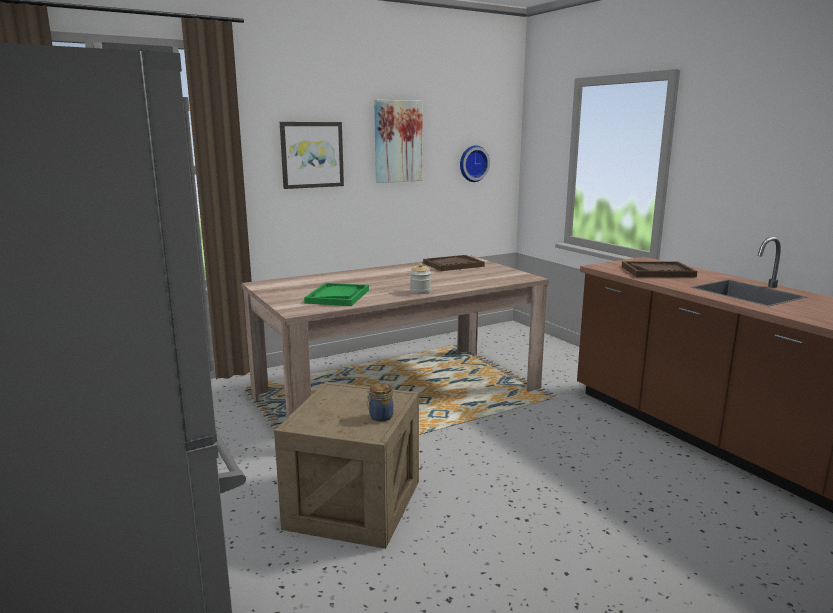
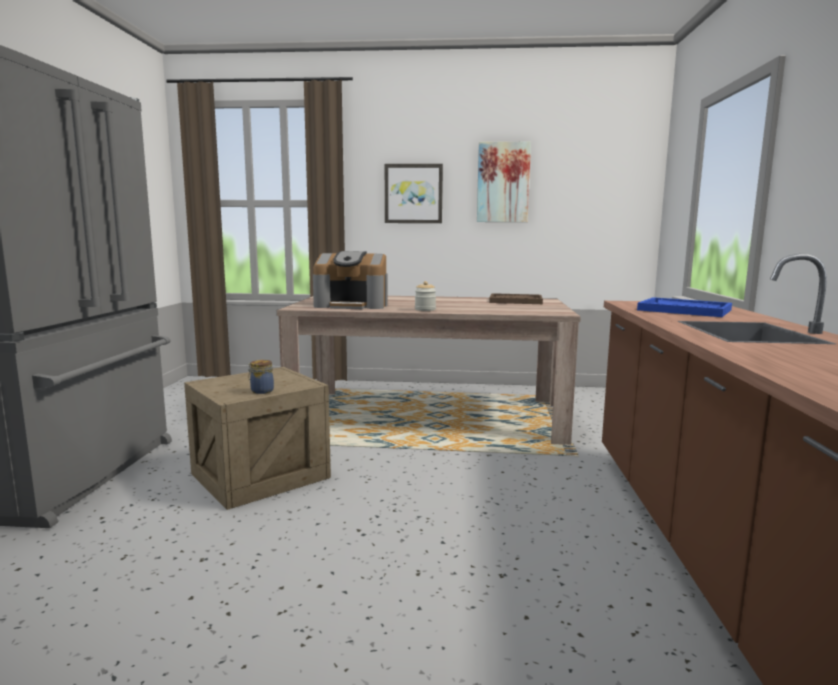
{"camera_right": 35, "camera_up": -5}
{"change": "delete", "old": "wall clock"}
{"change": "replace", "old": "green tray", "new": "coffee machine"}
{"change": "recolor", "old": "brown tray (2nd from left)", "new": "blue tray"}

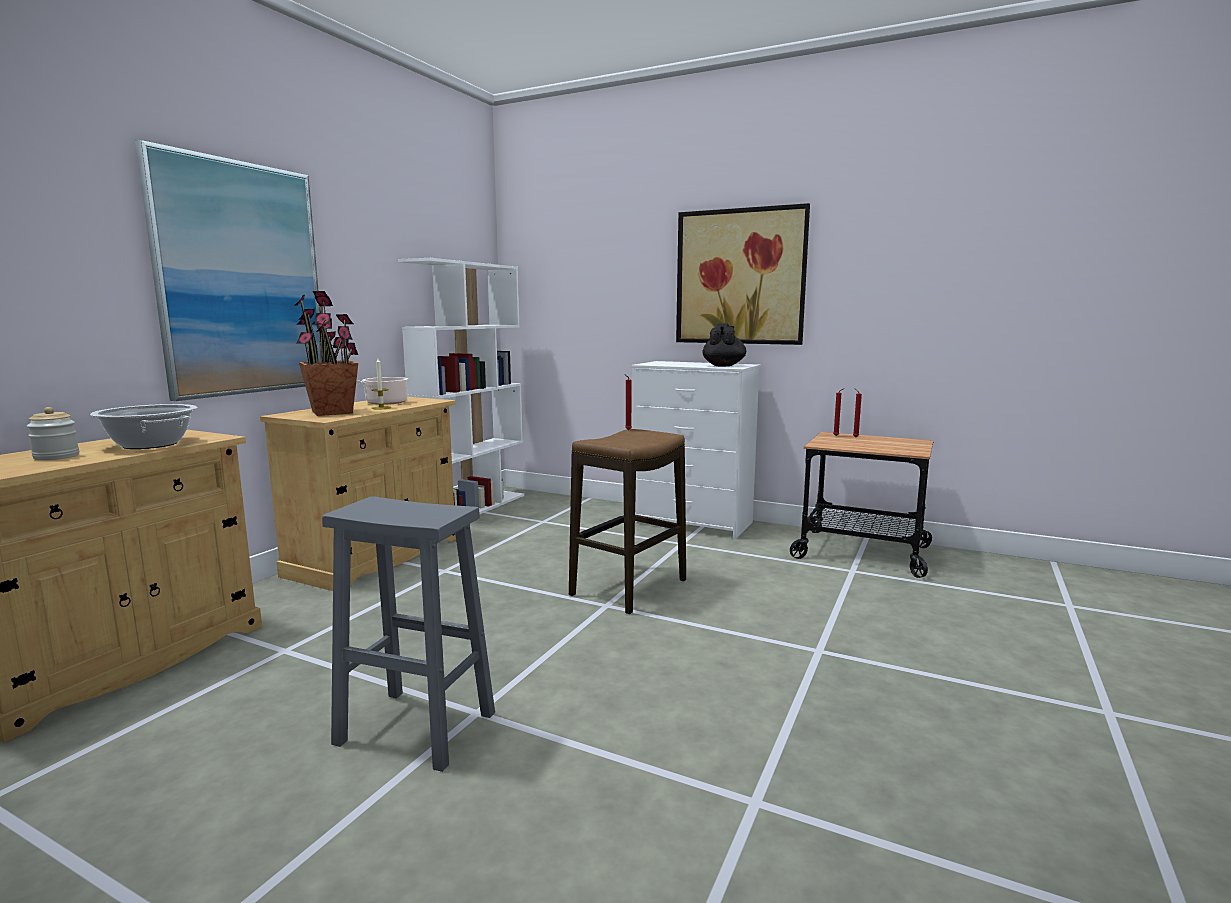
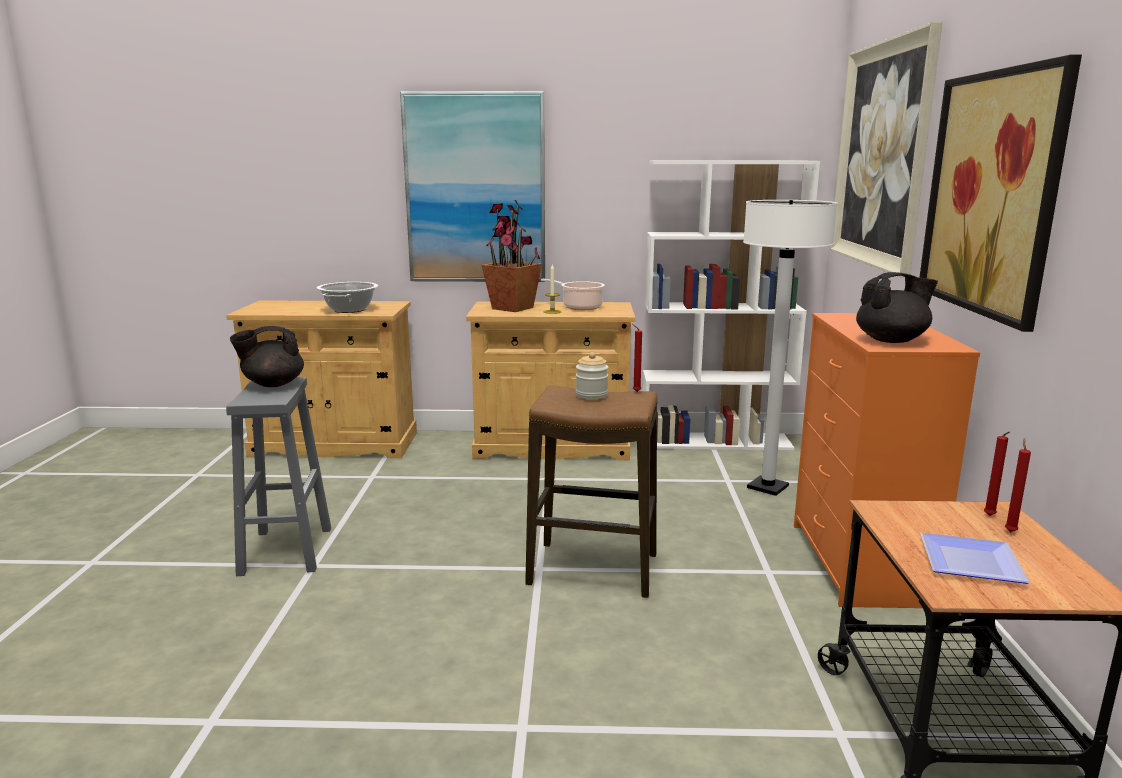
{"camera_right": 65, "camera_up": 5}
{"change": "insert", "new": "black teapot (1st from left)"}
{"change": "insert", "new": "white floor lamp"}
{"change": "insert", "new": "picture (2nd from left)"}
{"change": "insert", "new": "plate"}
{"change": "move", "old": "jar"}
{"change": "recolor", "old": "white dresser", "new": "orange dresser"}

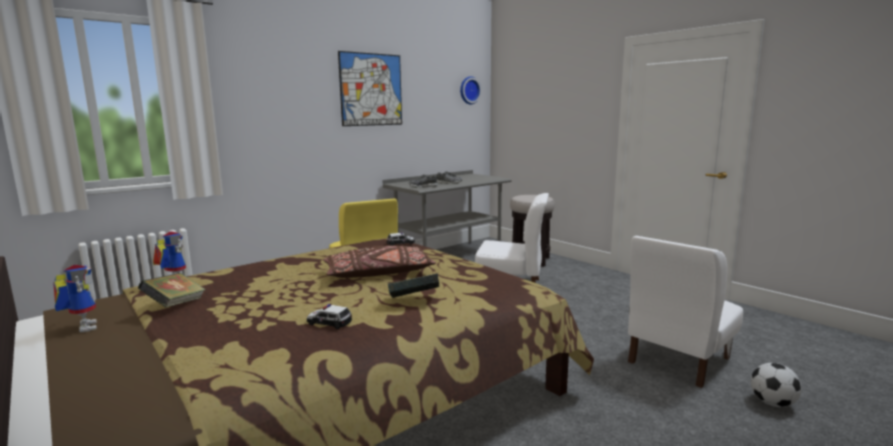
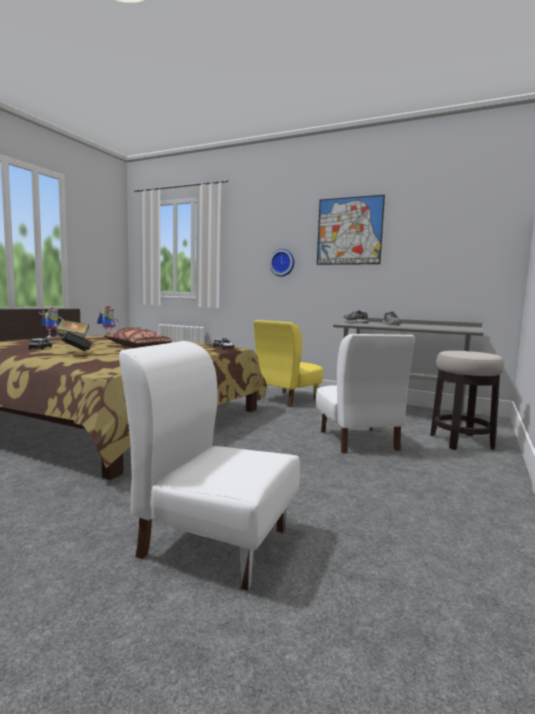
{"camera_right": 65, "camera_up": -5}
{"change": "delete", "old": "football"}
{"change": "move", "old": "wall clock"}

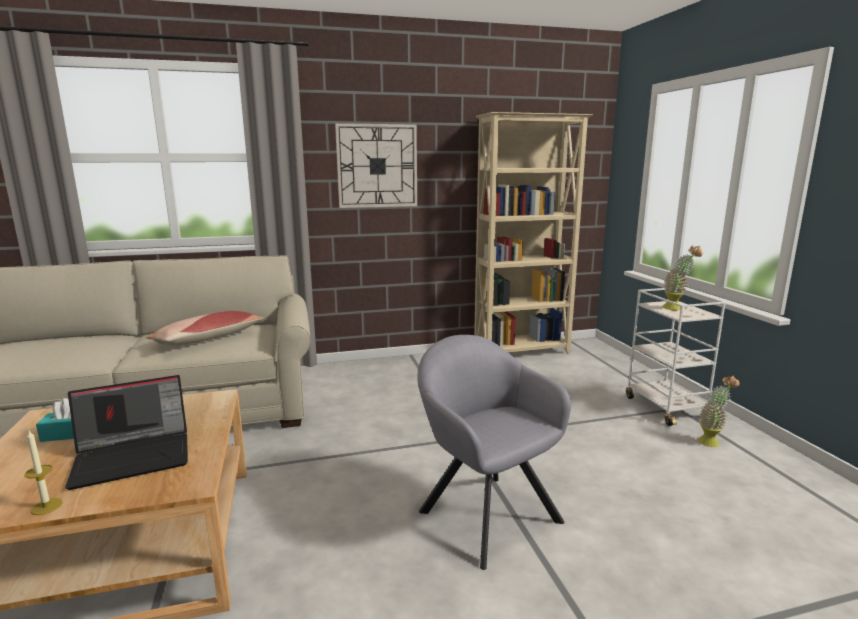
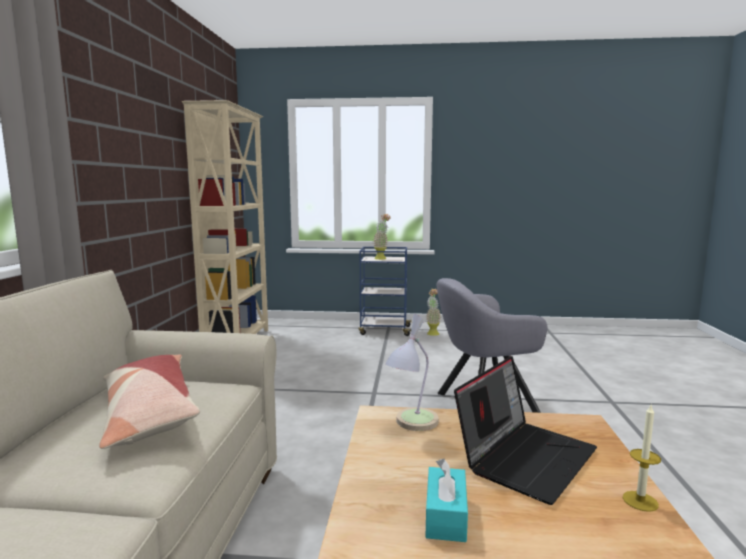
{"camera_right": -70, "camera_up": -5}
{"change": "delete", "old": "wall clock"}
{"change": "insert", "new": "table lamp"}
{"change": "recolor", "old": "white cart", "new": "blue cart"}
{"change": "rotate", "old": "laptop", "degrees": 45}

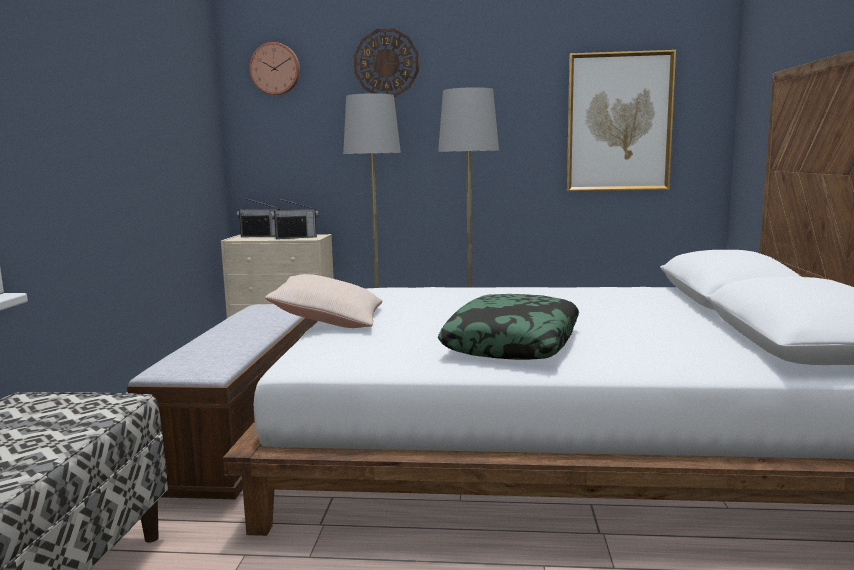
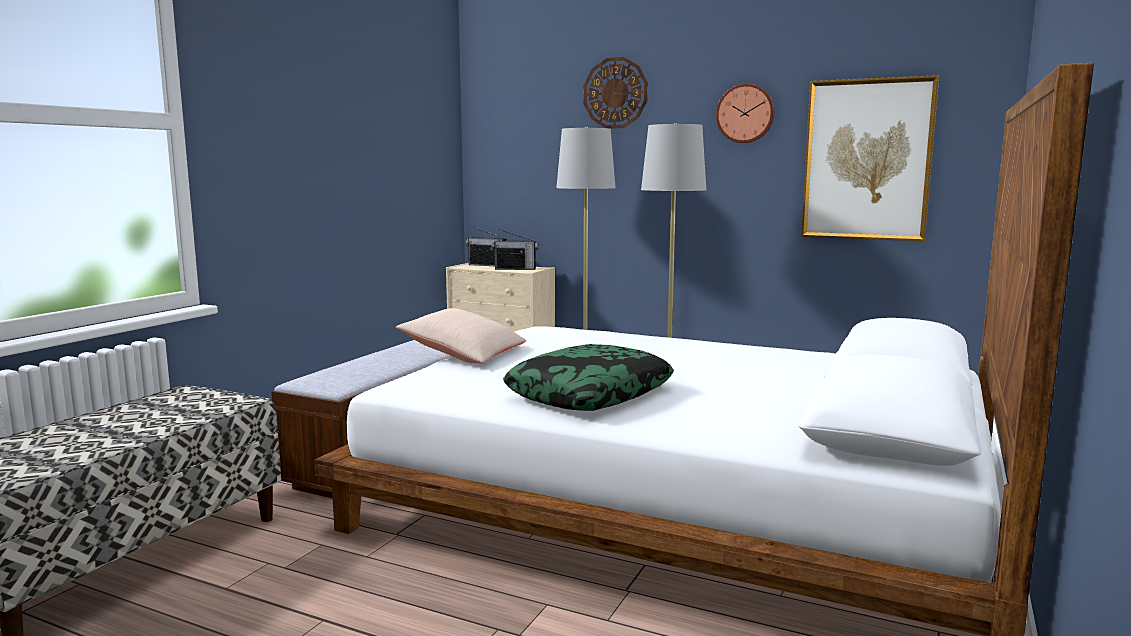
{"camera_right": 20, "camera_up": 0}
{"change": "move", "old": "wall clock (1st from left in the first image)", "new": "wall clock (2nd from left)"}

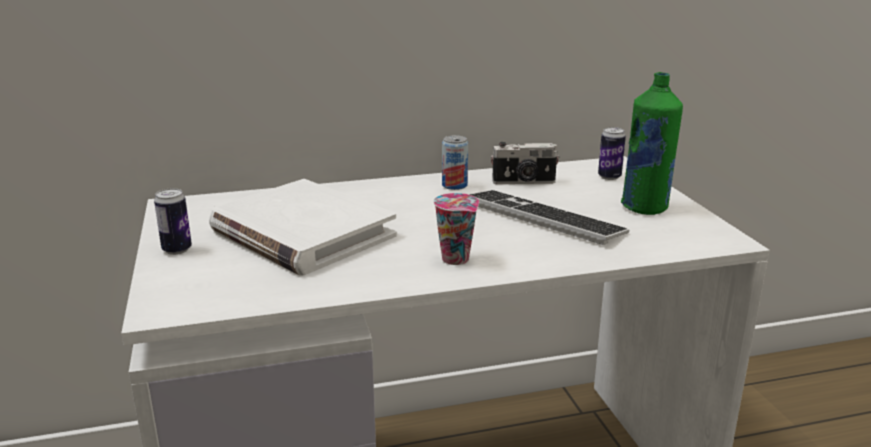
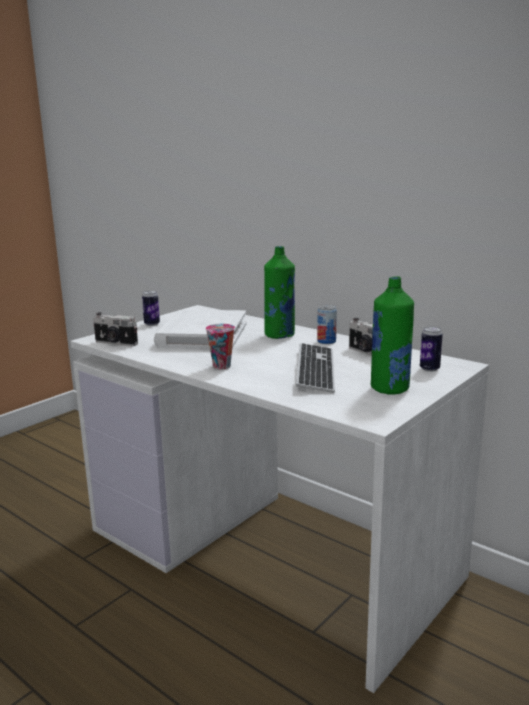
{"camera_right": 55, "camera_up": -5}
{"change": "insert", "new": "photo camera (1st from left)"}
{"change": "insert", "new": "green bottle (1st from left)"}

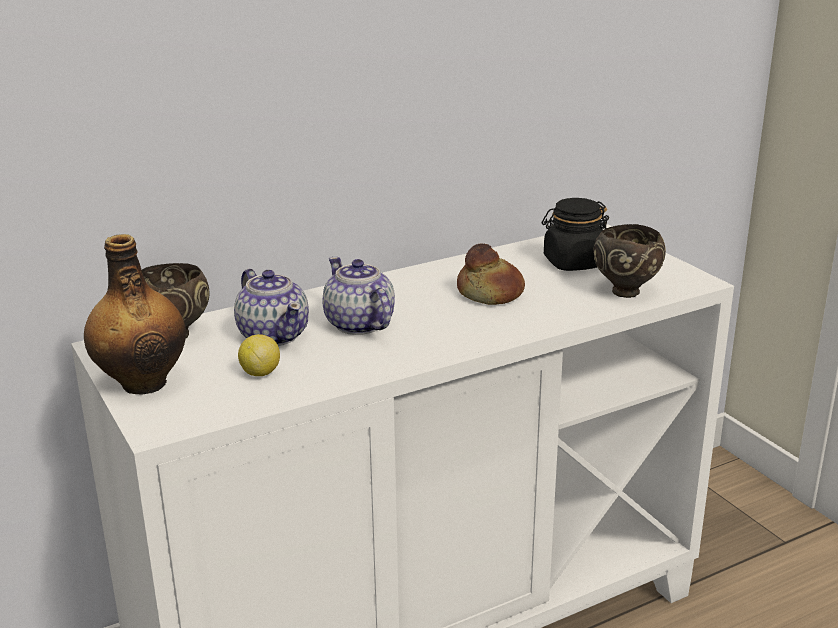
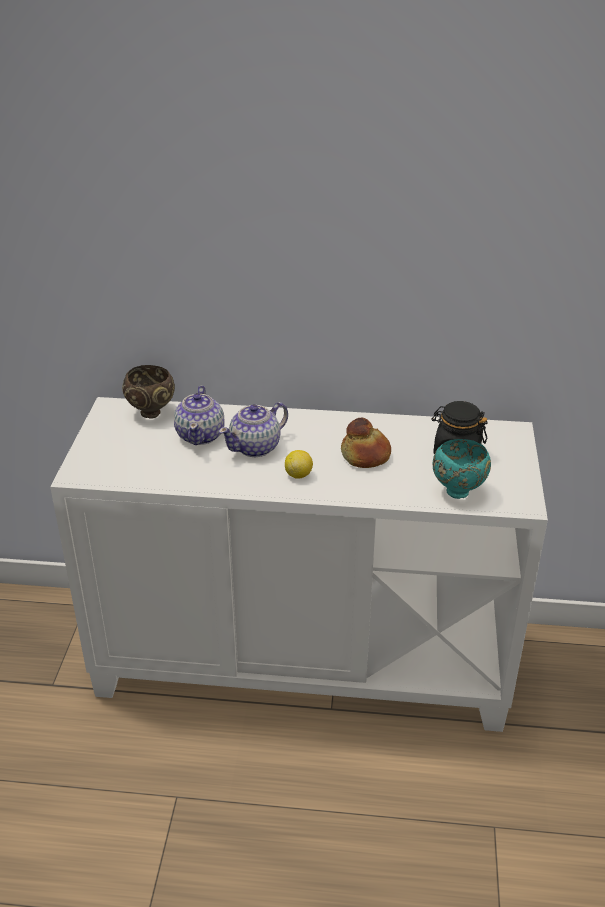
{"camera_right": 35, "camera_up": 10}
{"change": "delete", "old": "bottle"}
{"change": "move", "old": "lemon"}
{"change": "recolor", "old": "brown bowl (2nd from left)", "new": "turquoise bowl"}
{"change": "rotate", "old": "teapot (2nd from left)", "degrees": -135}

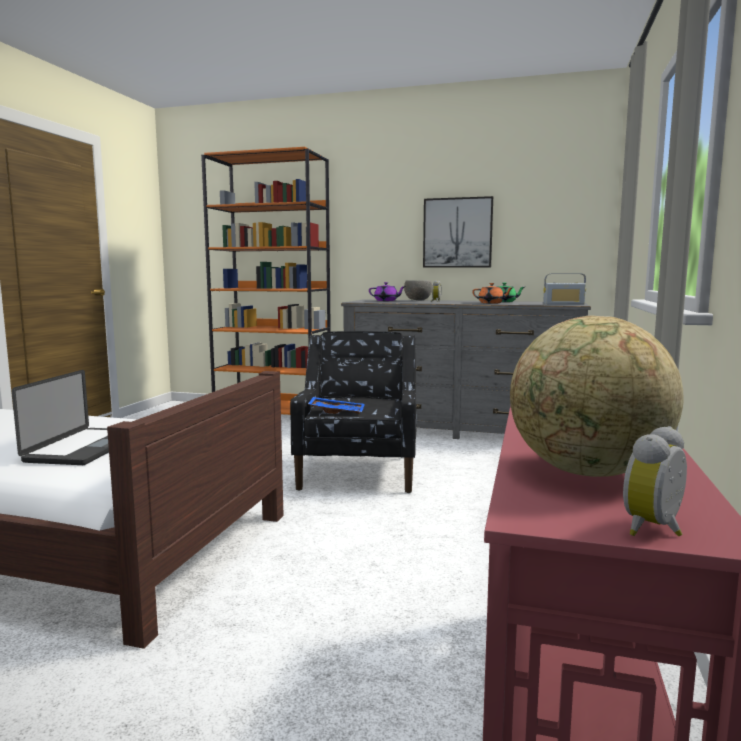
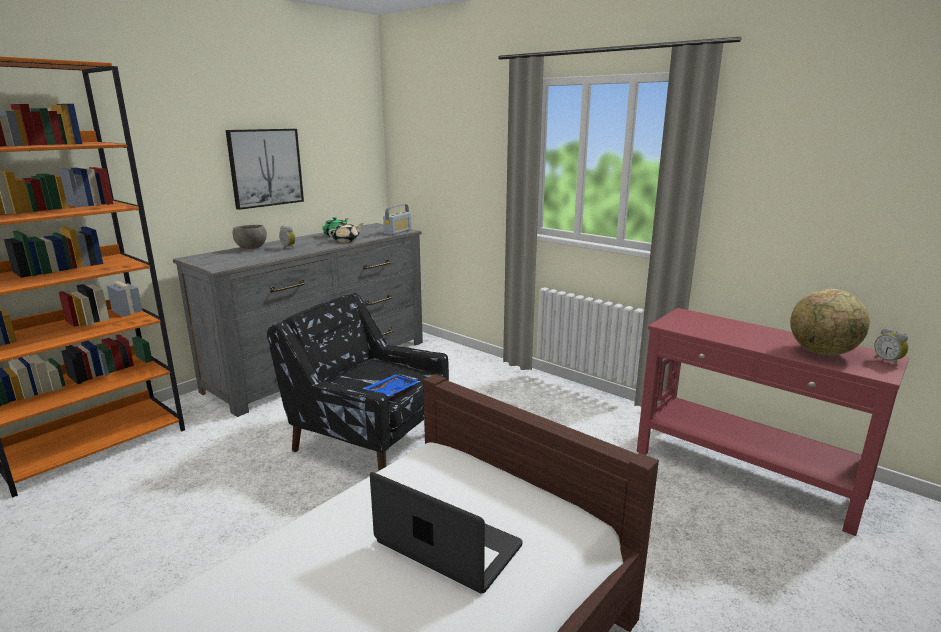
{"camera_right": -65, "camera_up": 10}
{"change": "delete", "old": "purple teapot"}
{"change": "recolor", "old": "orange teapot", "new": "beige teapot"}

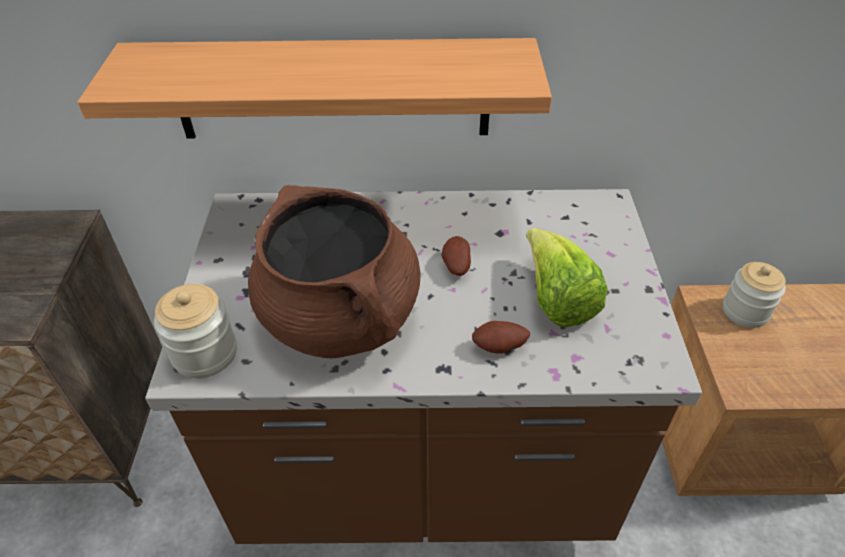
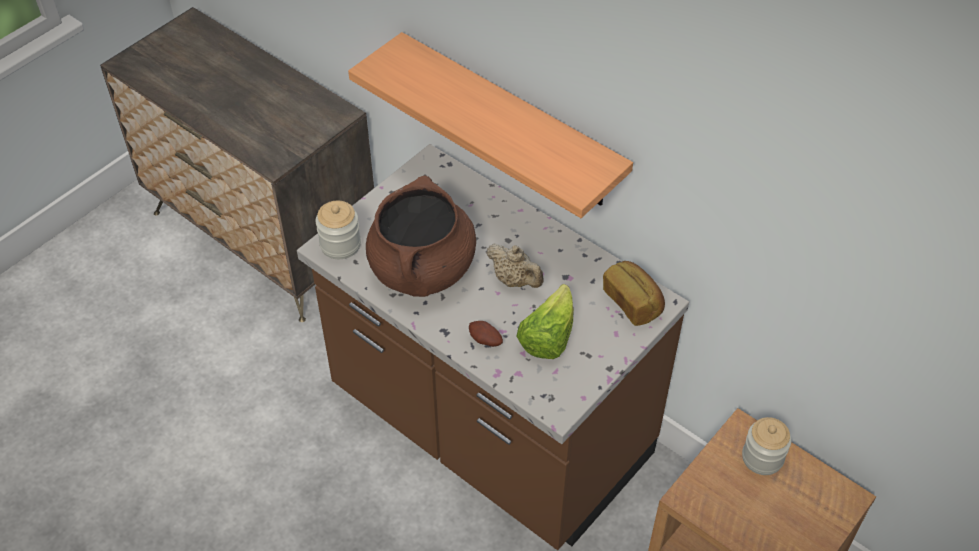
{"camera_right": 40, "camera_up": 5}
{"change": "insert", "new": "bread"}
{"change": "replace", "old": "potato (1st from left)", "new": "beige teapot"}

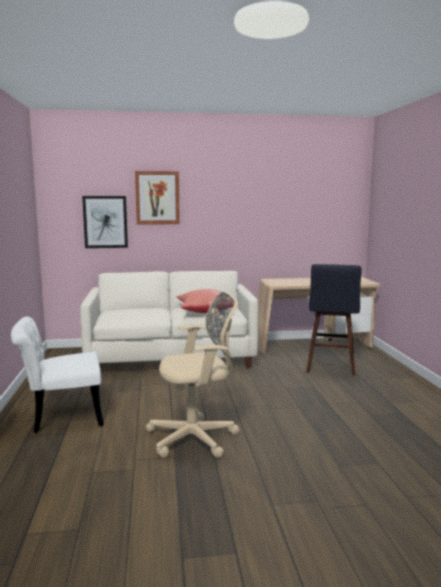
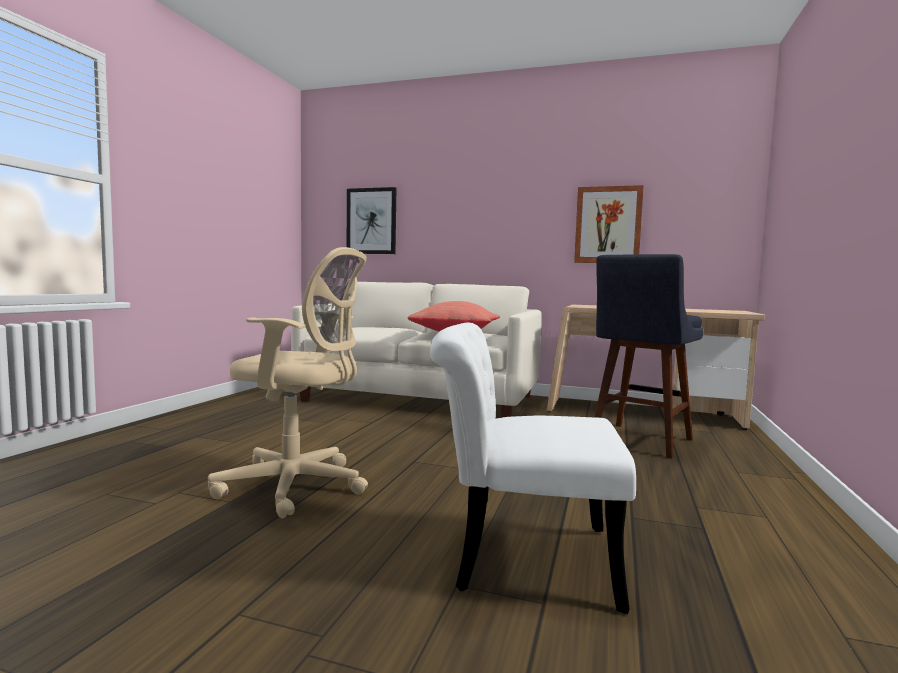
{"camera_right": 25, "camera_up": -5}
{"change": "move", "old": "white chair"}
{"change": "move", "old": "picture (2nd from left)"}

